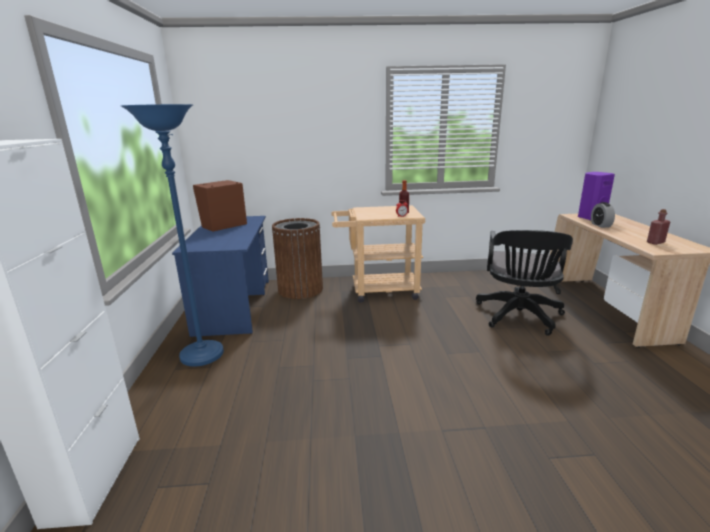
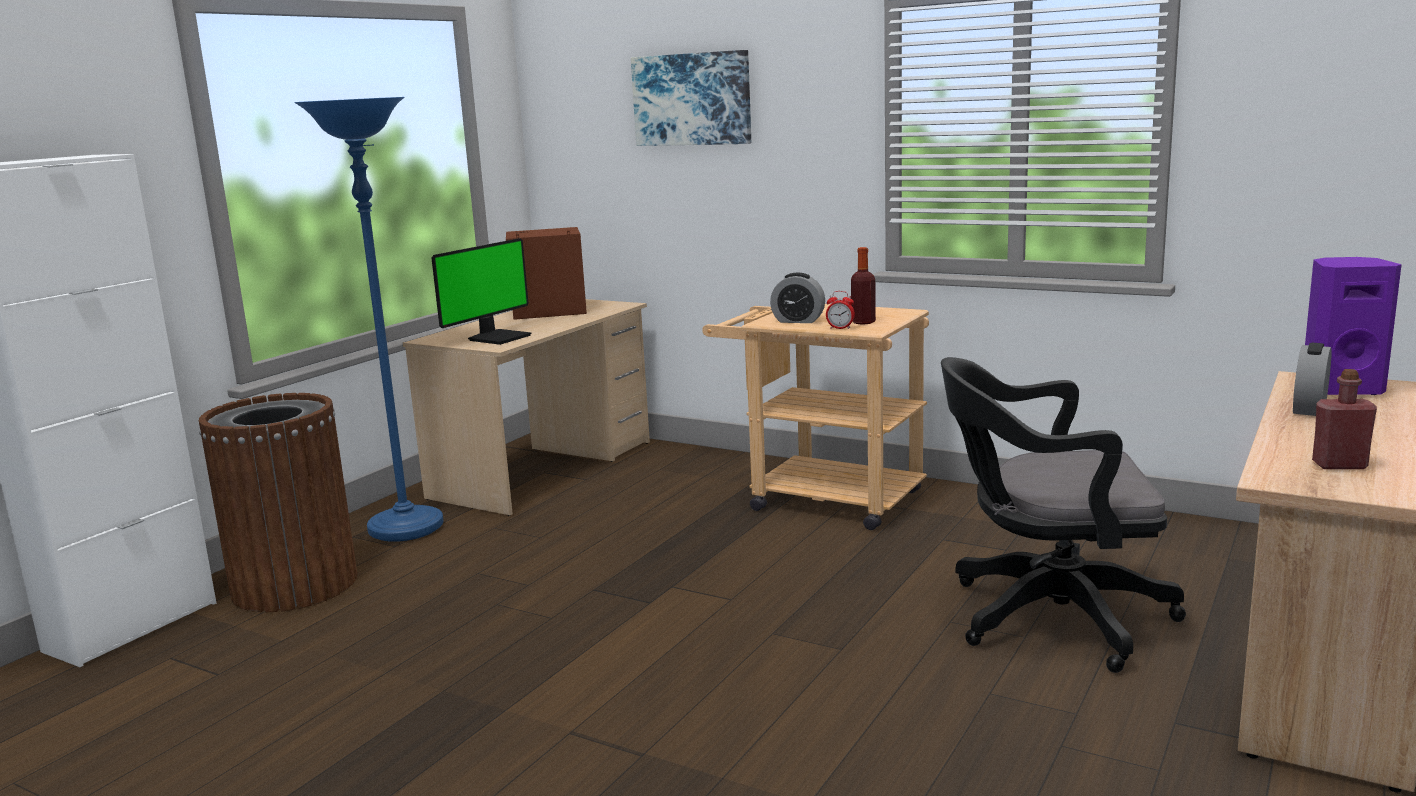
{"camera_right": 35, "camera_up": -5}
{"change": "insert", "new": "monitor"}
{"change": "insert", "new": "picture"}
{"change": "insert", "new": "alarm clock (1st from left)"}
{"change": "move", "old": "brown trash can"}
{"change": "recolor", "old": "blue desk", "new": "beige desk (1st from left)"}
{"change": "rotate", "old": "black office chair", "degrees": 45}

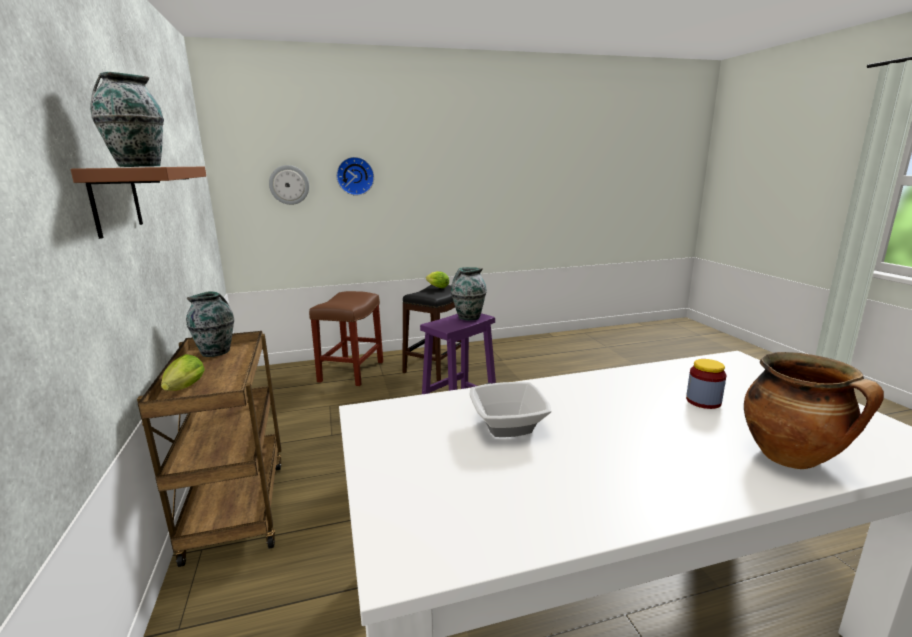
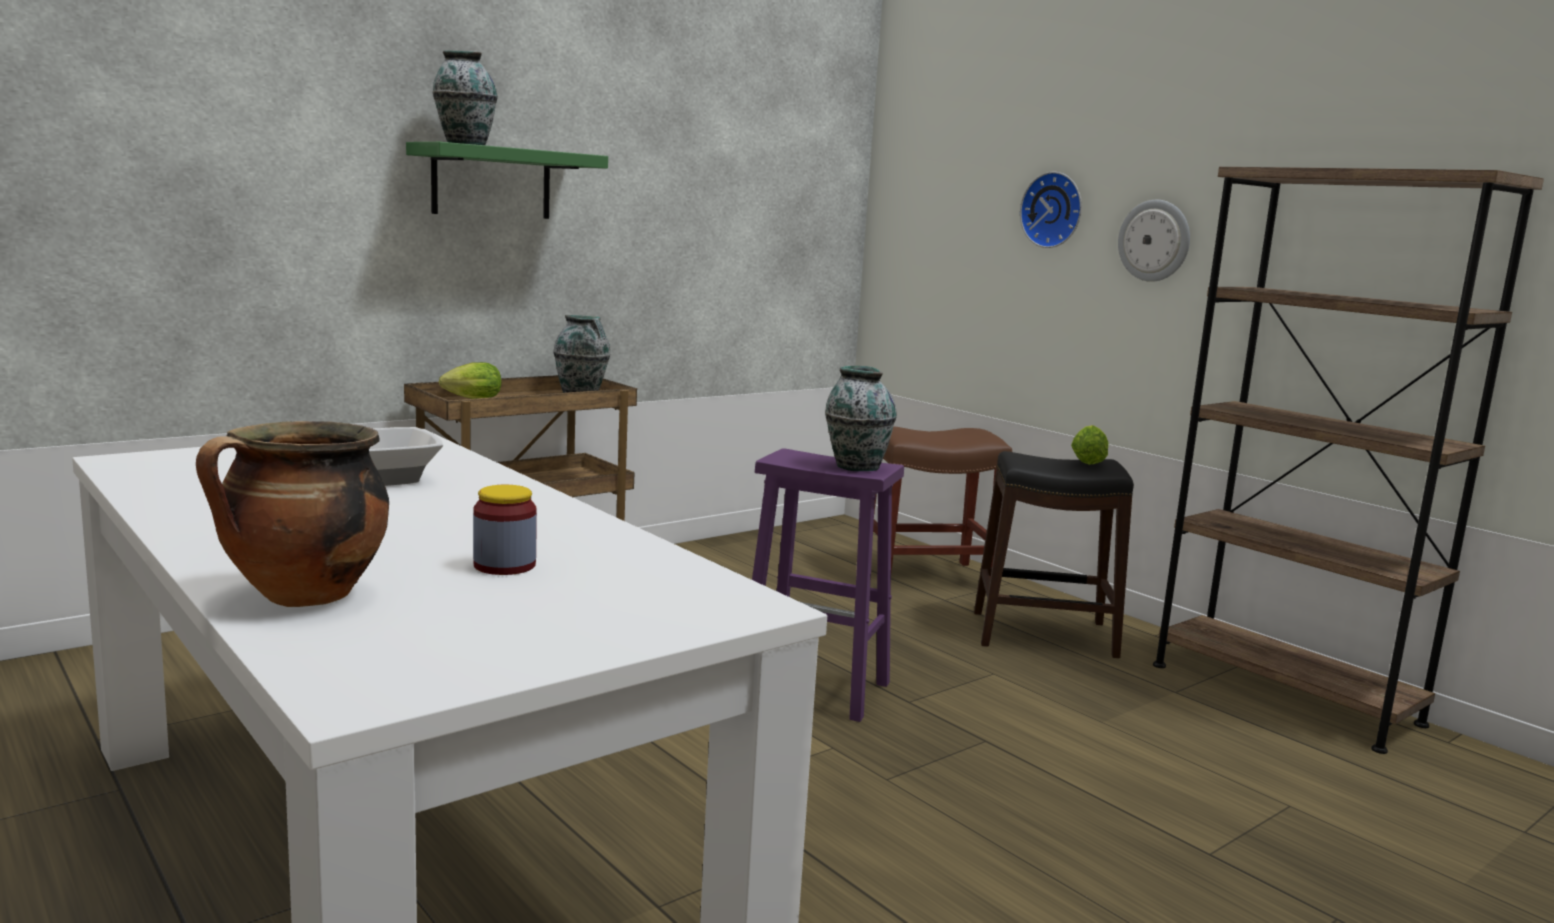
{"camera_right": 65, "camera_up": -5}
{"change": "insert", "new": "brown bookcase"}
{"change": "move", "old": "wall clock (1st from left in the first image)", "new": "wall clock (2nd from left)"}
{"change": "recolor", "old": "brown shelf", "new": "green shelf"}

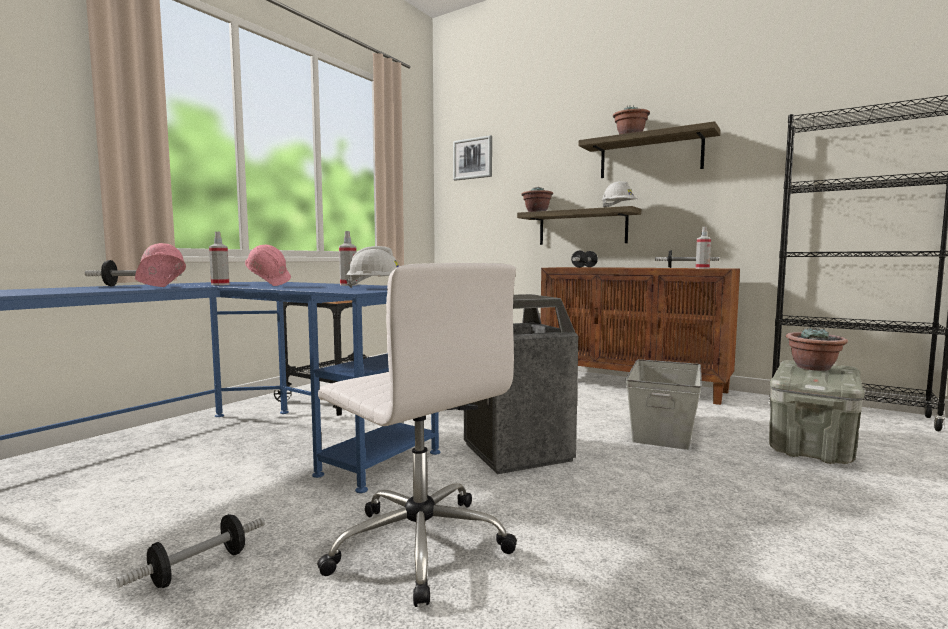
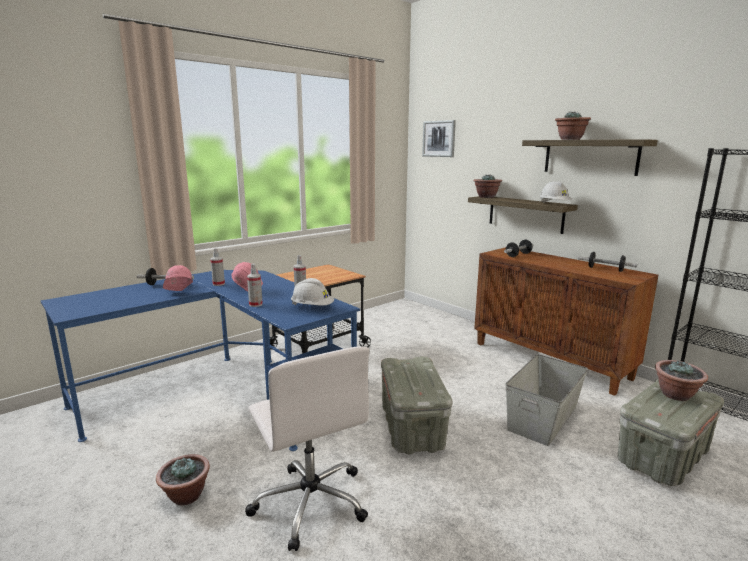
{"camera_right": 15, "camera_up": 10}
{"change": "move", "old": "spray bottle (3rd from left in the first image)", "new": "spray bottle (2nd from left)"}
{"change": "replace", "old": "dumbbell (2nd from left)", "new": "potted plant (1st from left)"}
{"change": "replace", "old": "trash can", "new": "grey storage box (1st from left)"}

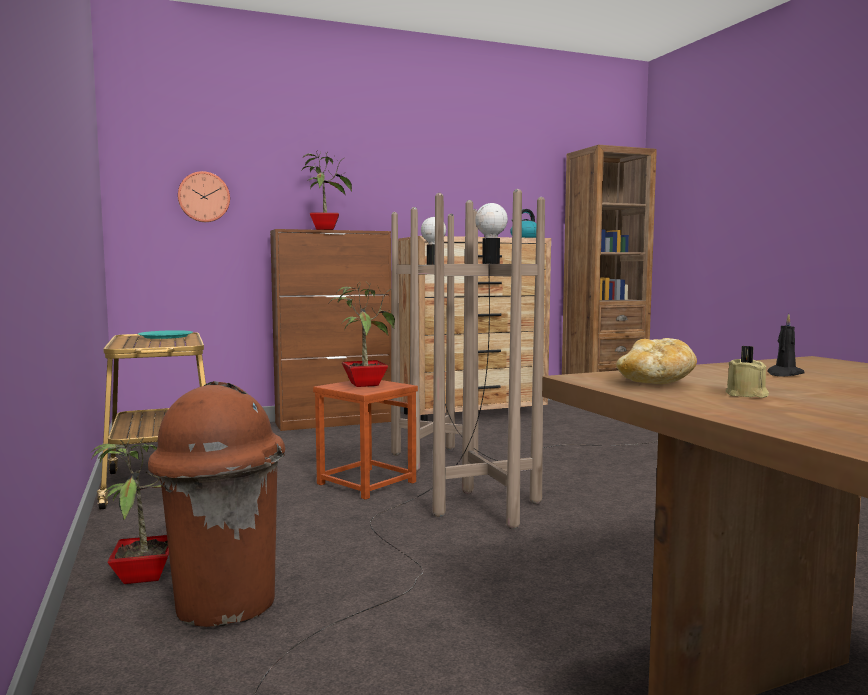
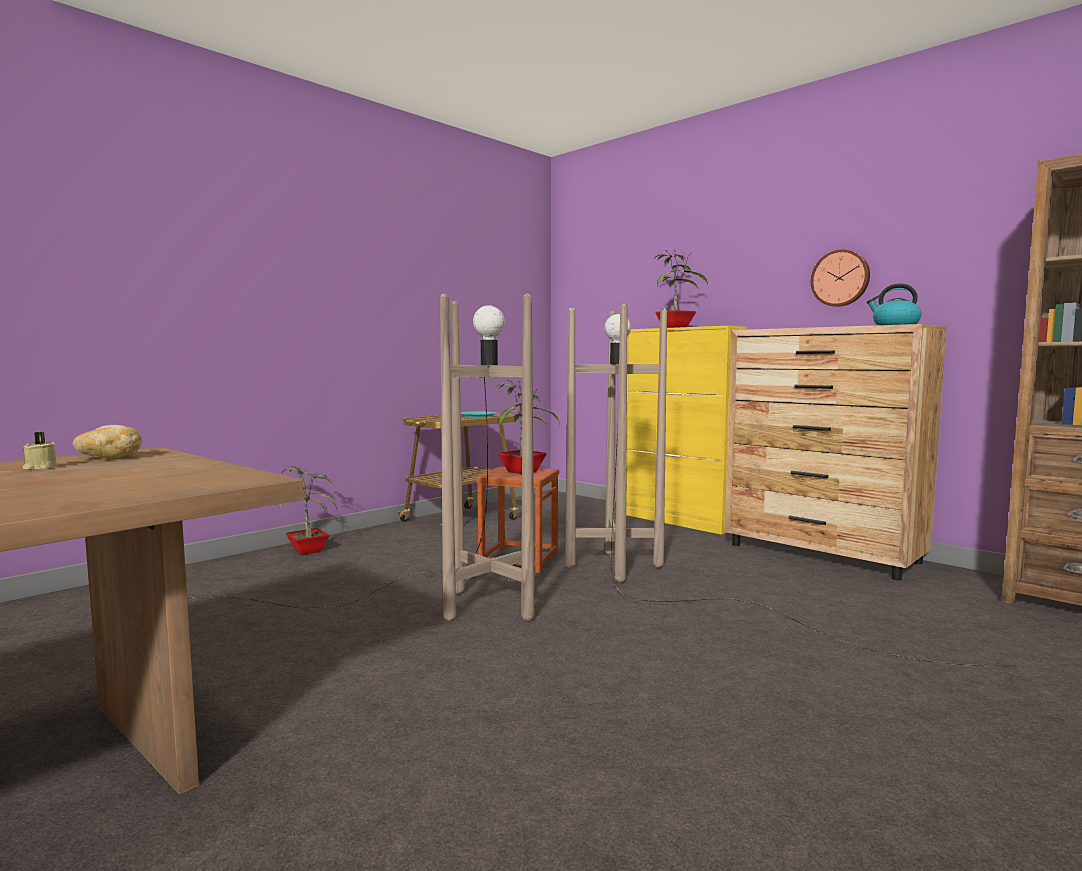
{"camera_right": 65, "camera_up": 0}
{"change": "delete", "old": "brown trash can"}
{"change": "delete", "old": "black candle"}
{"change": "move", "old": "wall clock"}
{"change": "recolor", "old": "brown cabinet", "new": "yellow cabinet"}

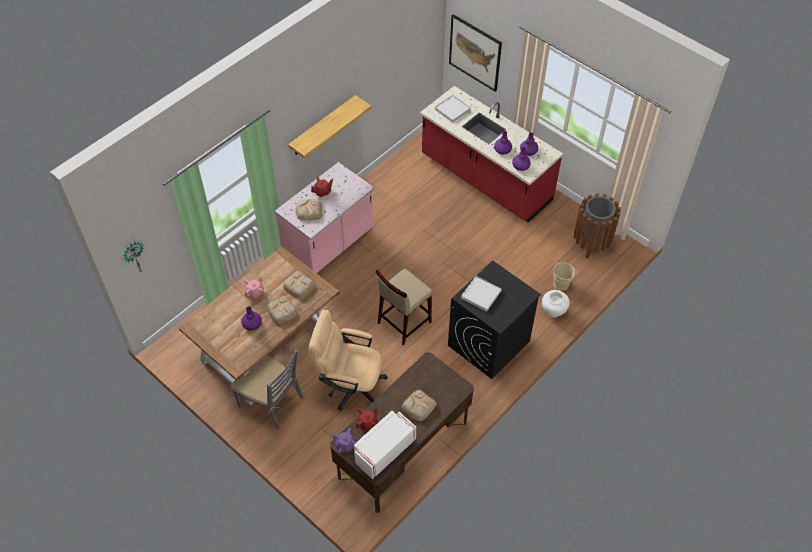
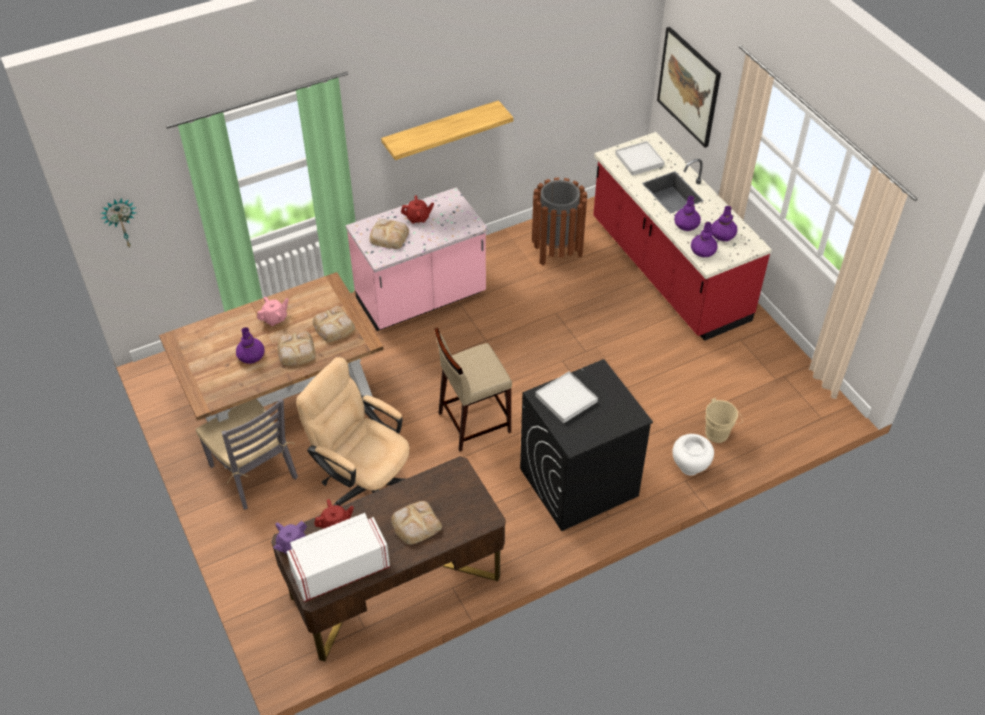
{"camera_right": 20, "camera_up": -5}
{"change": "move", "old": "brown trash can"}

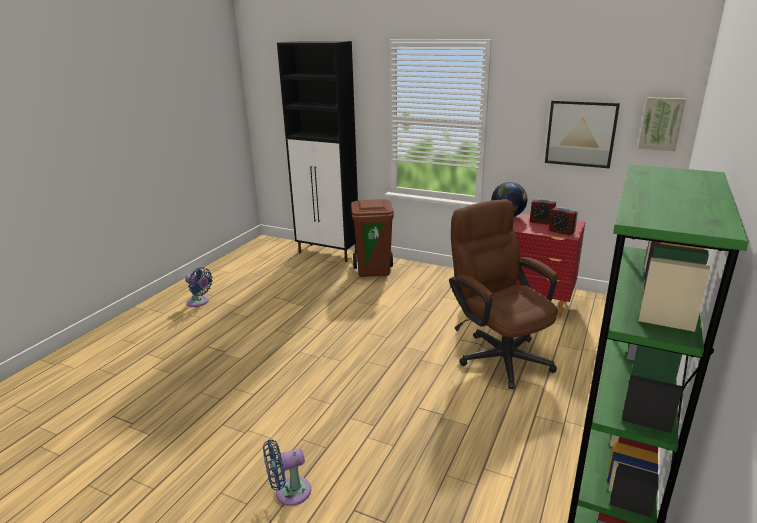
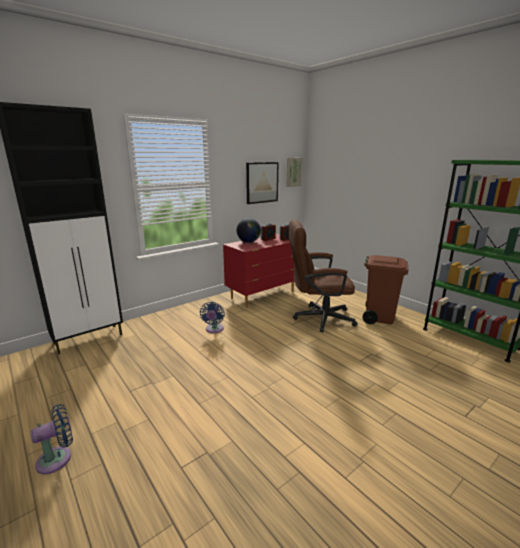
{"camera_right": -65, "camera_up": -5}
{"change": "move", "old": "blue fan (2nd from left)"}
{"change": "move", "old": "brown trash can"}

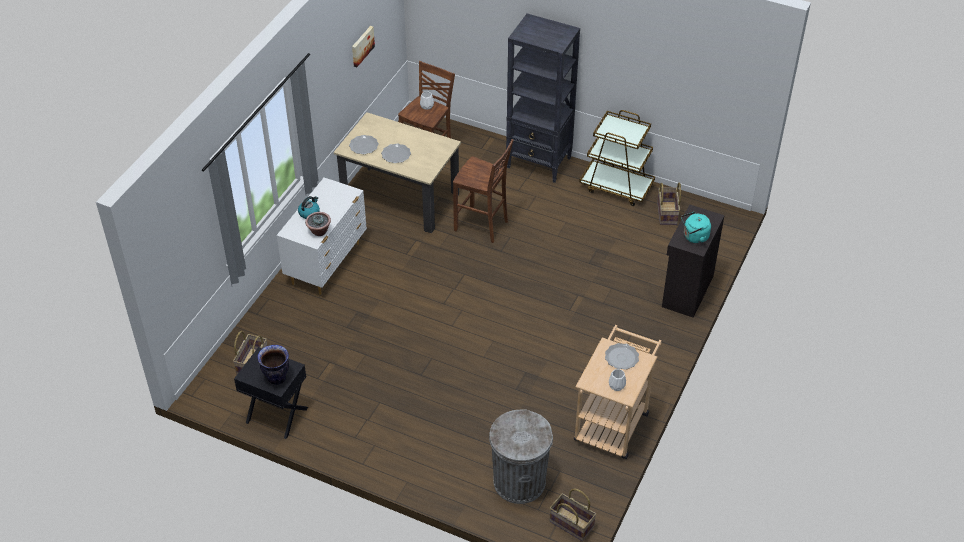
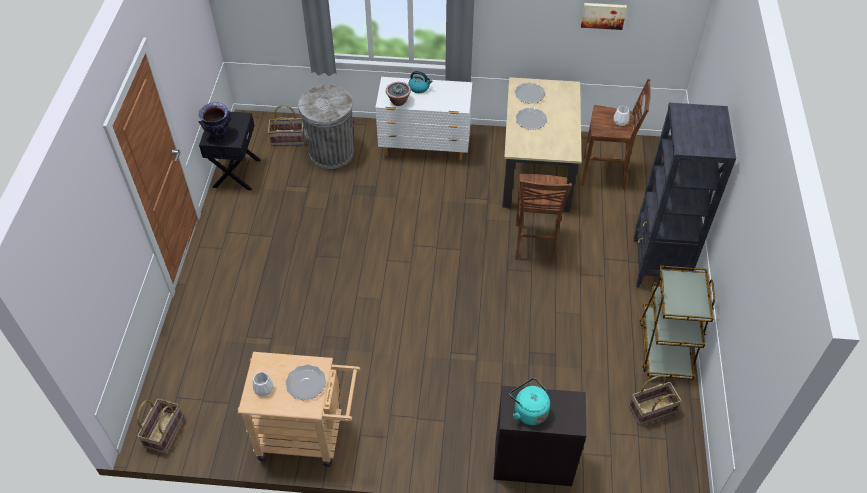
{"camera_right": 70, "camera_up": 5}
{"change": "move", "old": "grey trash can"}

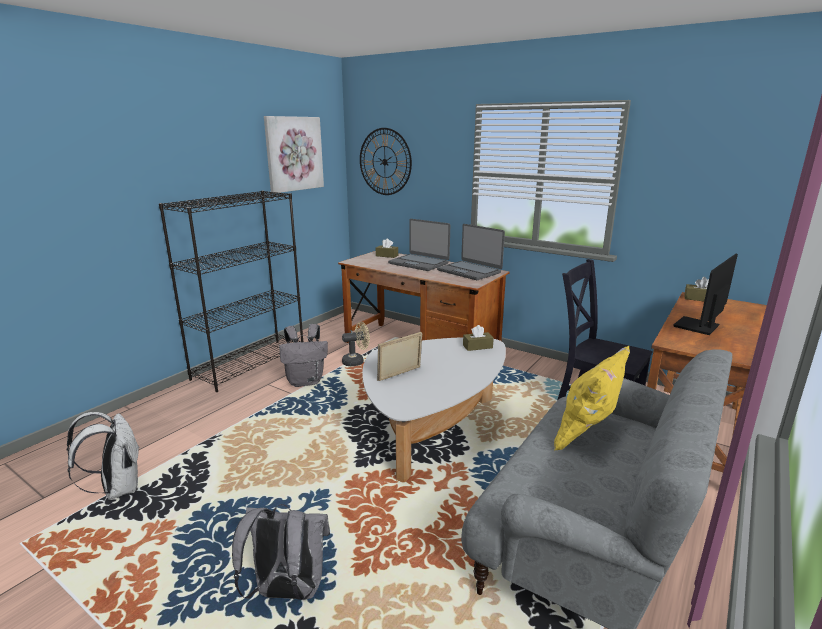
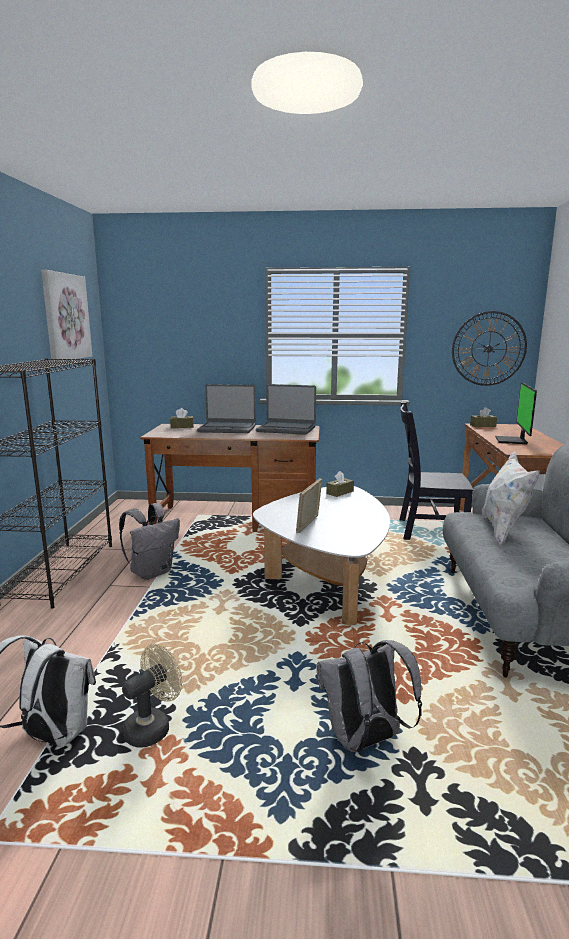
{"camera_right": -30, "camera_up": -5}
{"change": "move", "old": "beige fan"}
{"change": "move", "old": "wall clock"}
{"change": "recolor", "old": "yellow pillow", "new": "white pillow"}

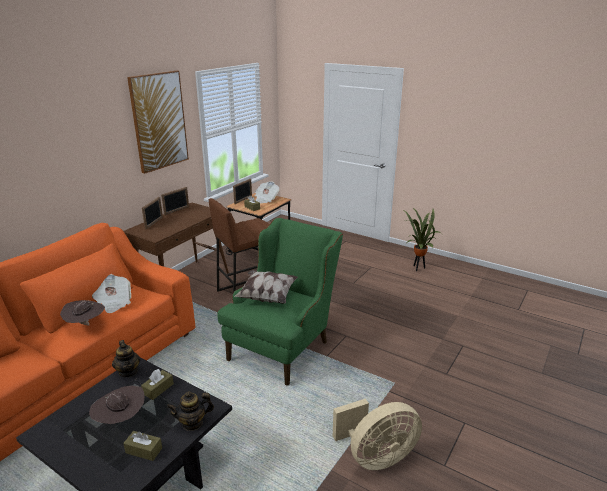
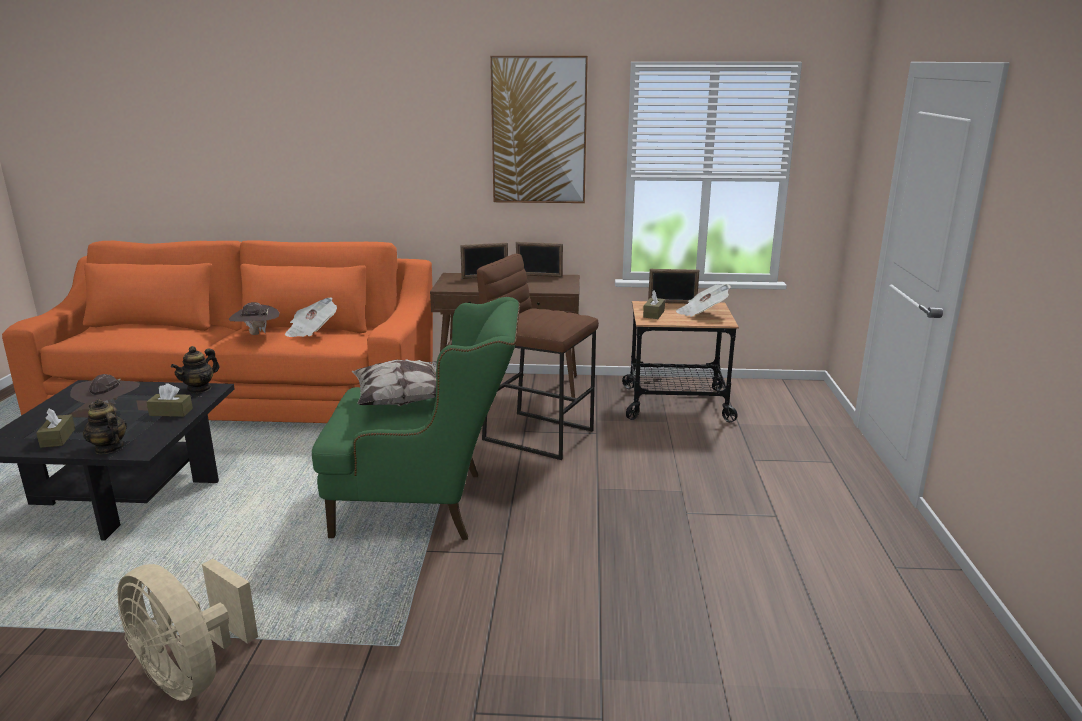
{"camera_right": 60, "camera_up": -5}
{"change": "delete", "old": "potted plant"}

